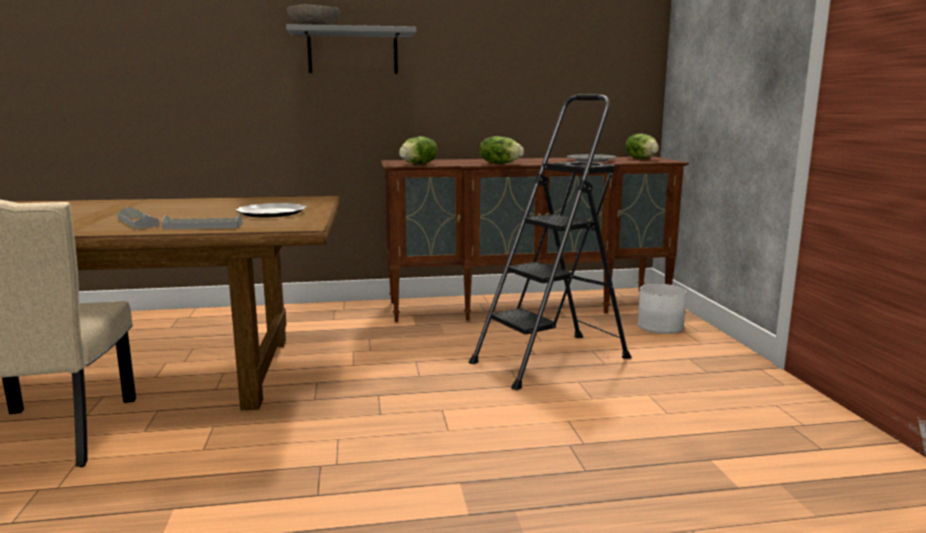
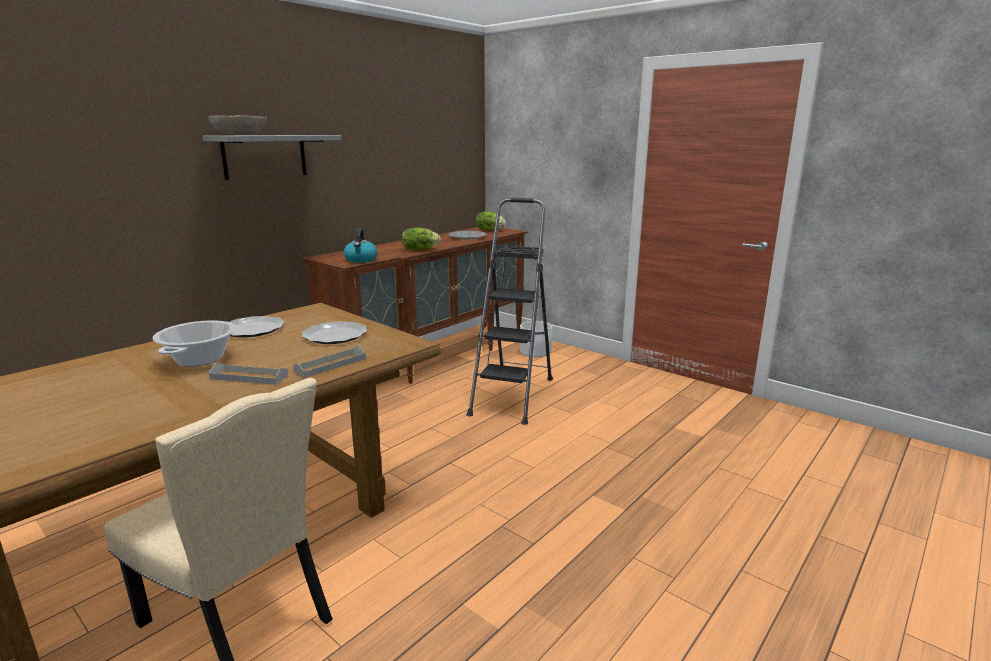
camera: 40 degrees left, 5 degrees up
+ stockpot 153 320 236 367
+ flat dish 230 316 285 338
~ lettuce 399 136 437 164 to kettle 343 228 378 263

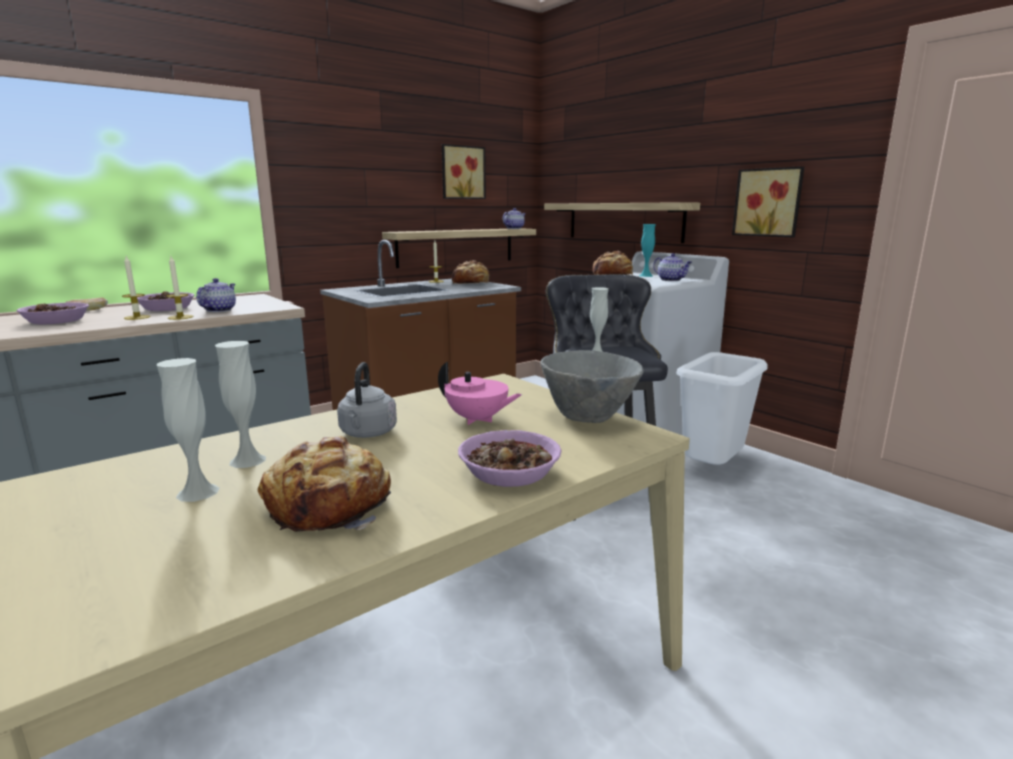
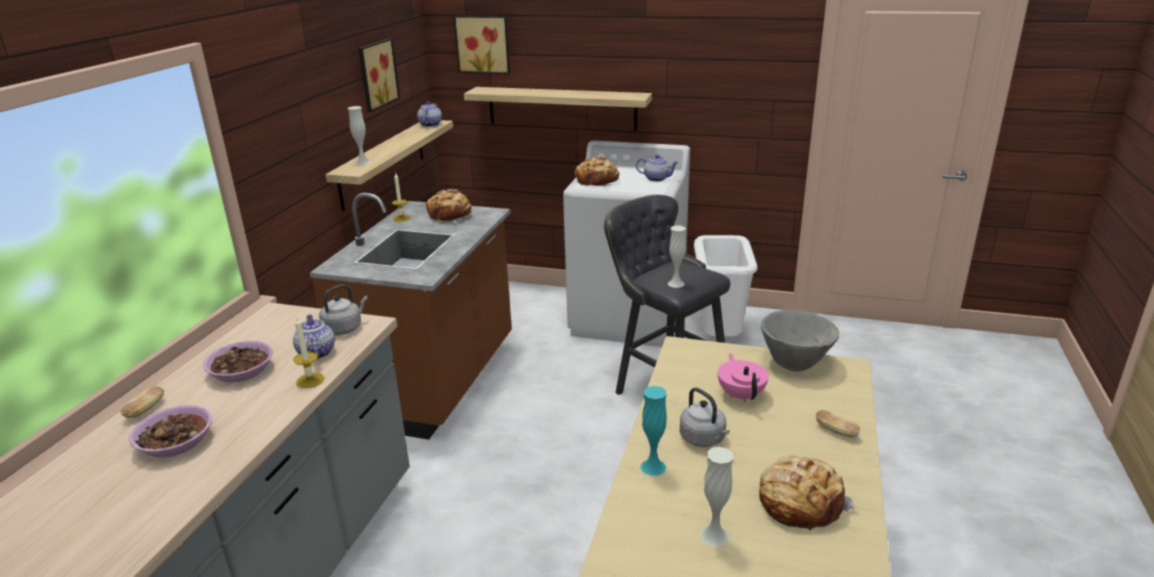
camera: 35 degrees left, 10 degrees up
+ kettle in grey 319 284 368 335
~ flower vase in whitish 215 341 266 468 to 347 106 371 165
~ wall picture 732 166 804 237 to 453 15 510 74
~ flower vase in blue-green 639 224 656 277 to 640 386 667 476
~ teapot in pink 438 362 522 425 = 718 353 769 402 90 degrees counterclockwise
~ deep dish 458 430 562 487 to baked bread 816 410 860 437
- wax light 122 256 151 320

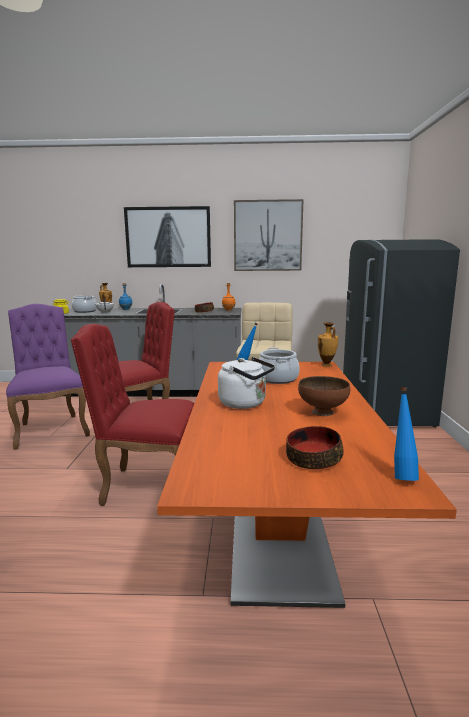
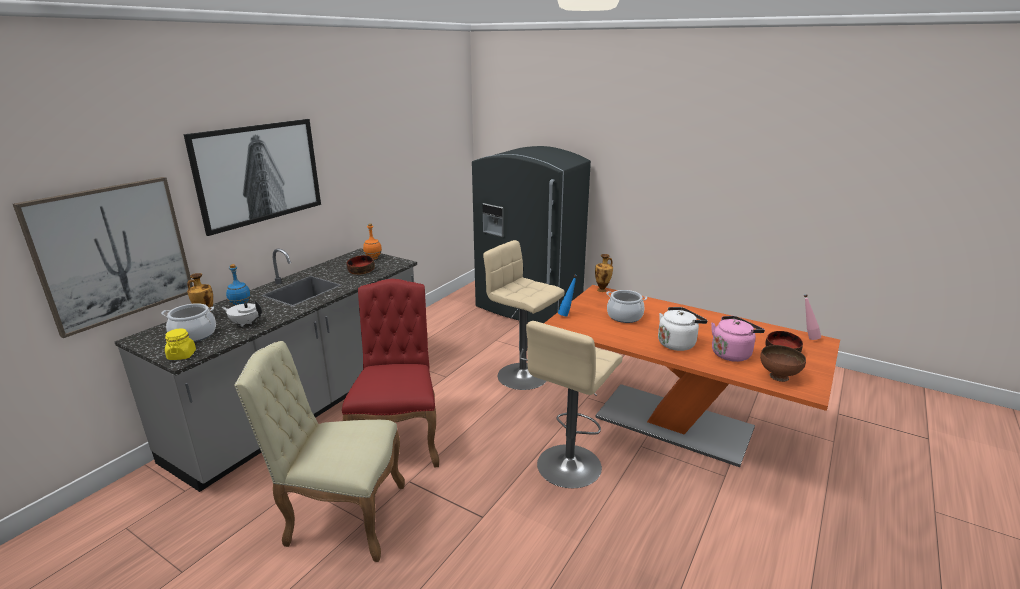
camera: 60 degrees left, 10 degrees up
~ wall picture 234 199 303 271 to 13 177 193 338
~ plain chair in purplish 6 304 90 450 to plain chair in beige 234 341 405 562
~ plain chair in red 71 324 194 506 to stool in beige 526 321 622 488
+ kettle in pink 711 316 765 362
~ deep dish in brown-coloured 298 376 350 416 to 760 345 806 382
~ beverage bottle in bluish 394 387 419 481 to beverage bottle in pink 804 294 821 340

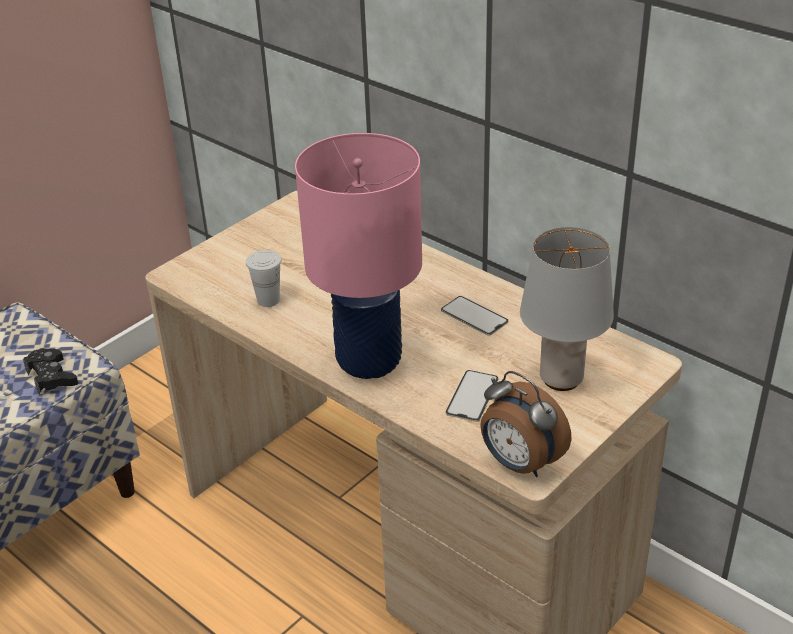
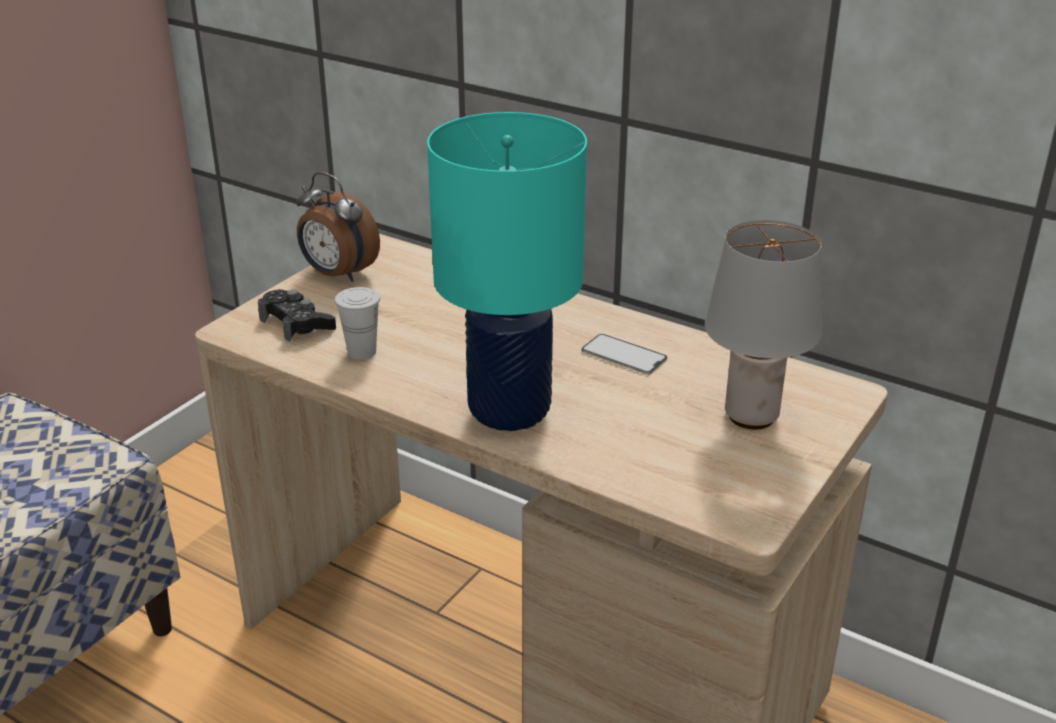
camera: 10 degrees left, 5 degrees down
~ joypad in black 23 348 78 395 to 258 289 336 342
~ bedside clock 480 371 572 477 to 297 172 380 282
~ lamp for a table in pink 295 133 422 379 to lamp for a table in blue-green 427 112 587 431
- handset 446 370 498 422

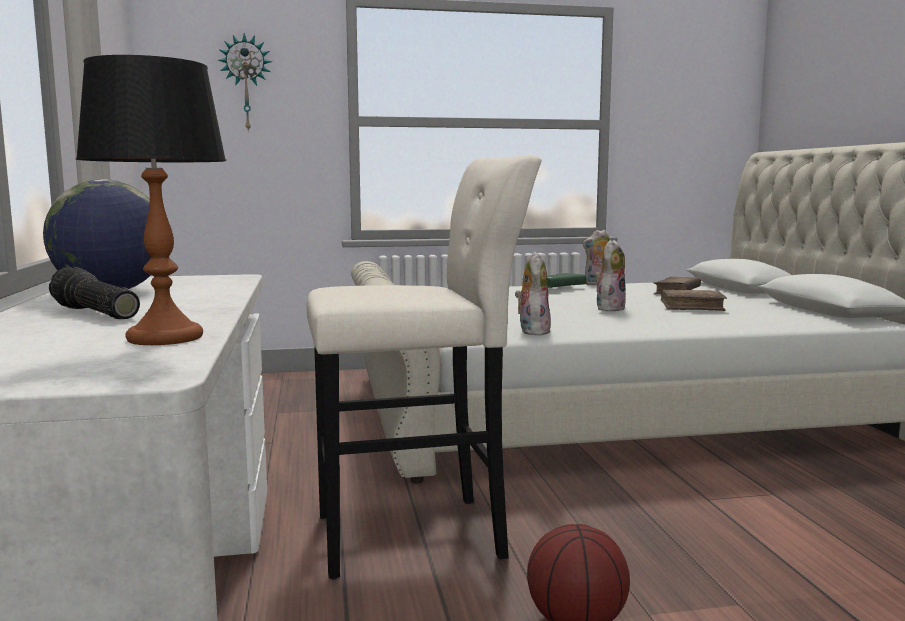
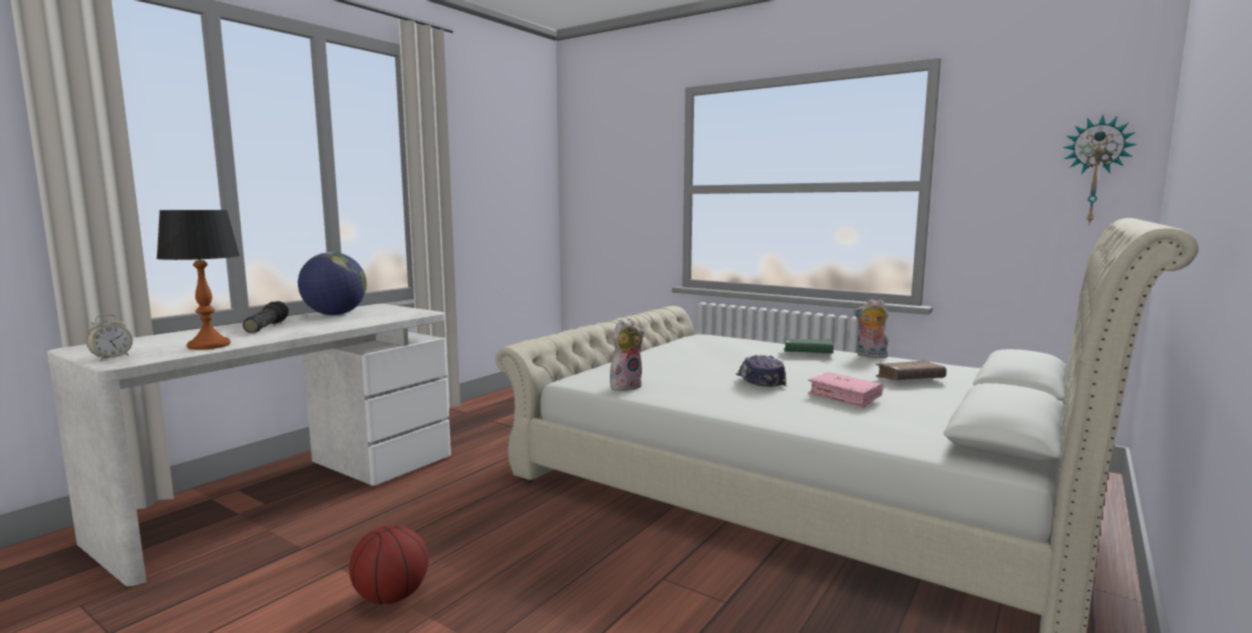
camera: 45 degrees right, 0 degrees up
+ bedside clock 87 314 133 361
~ soft toy 595 240 626 311 to peaked cap 736 355 786 387
~ volume in brown-coloured 661 290 727 311 to volume in pink 808 372 883 408
~ clock on the wall 218 33 272 132 to 1063 115 1137 225
- stool in beige 307 155 542 579

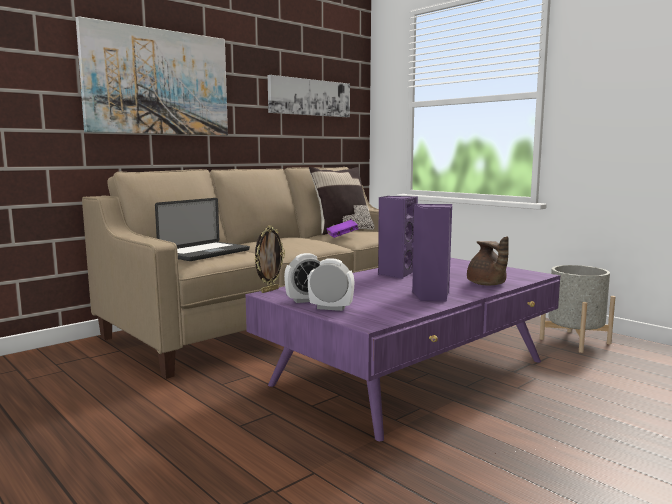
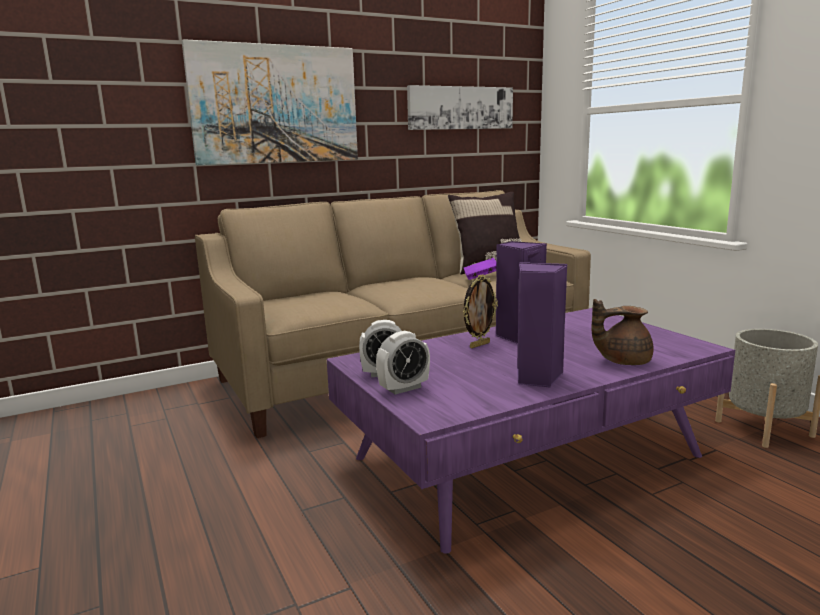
camera: 15 degrees right, 5 degrees up
~ bedside clock 308 258 354 311 = 376 331 430 395 120 degrees clockwise
~ standing frame 254 226 285 293 to 463 274 498 348
~ teapot in brown-coloured 467 236 509 285 = 591 299 654 365 90 degrees clockwise
- notebook computer 155 198 250 261

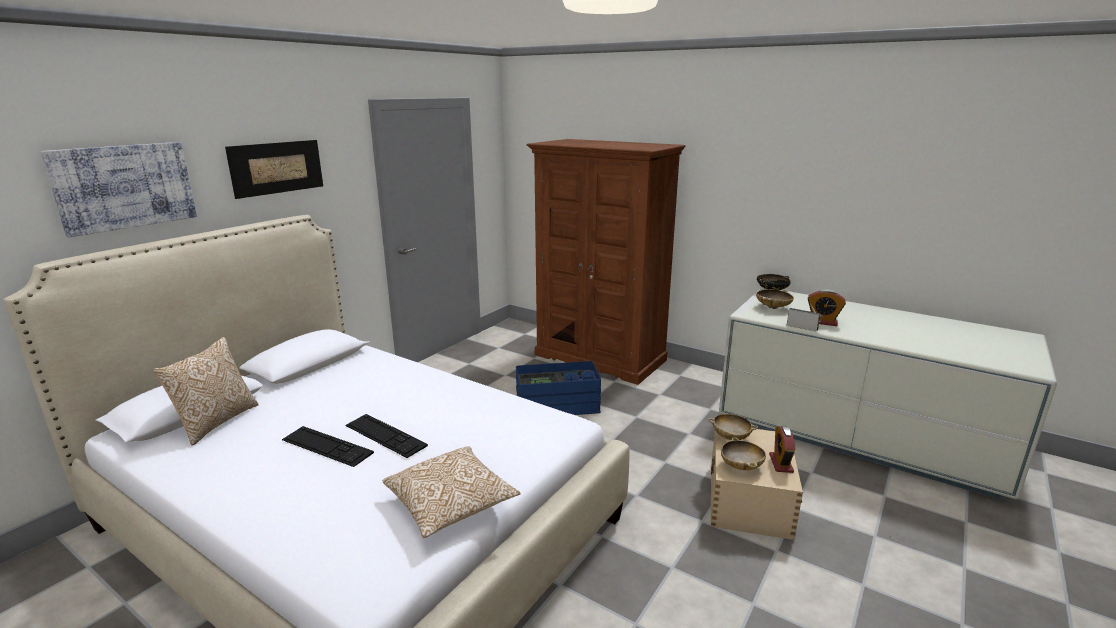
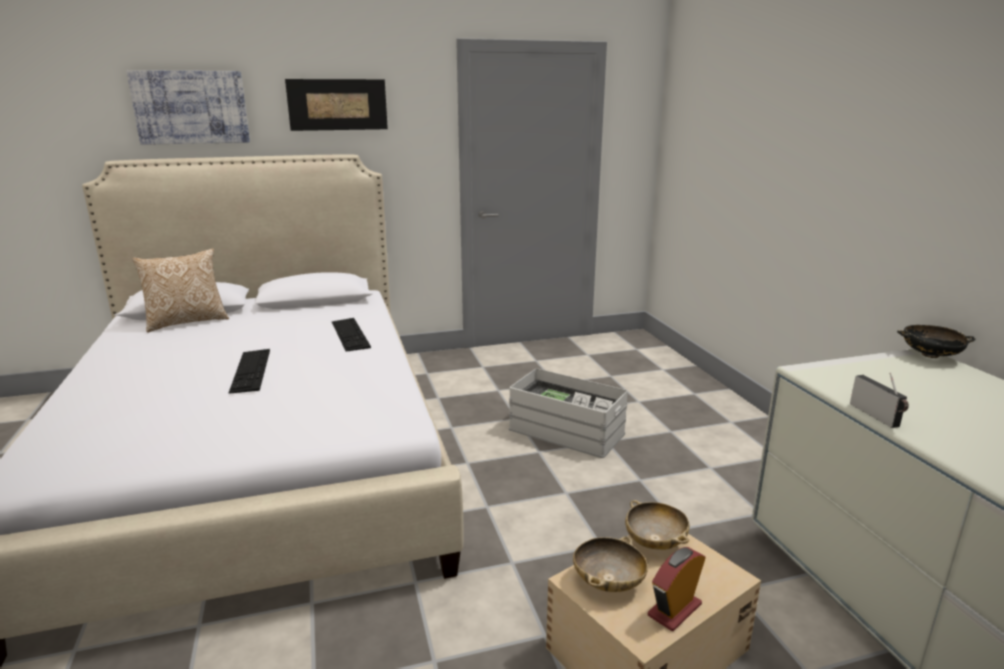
camera: 40 degrees right, 0 degrees up
~ computer keyboard 282 426 374 467 to 332 318 371 352
~ storage box in bluish 516 361 601 415 to storage box in grey 509 368 628 458
- pillow 383 446 521 538
- armoire in brown-coloured 526 139 686 385
- deep dish in beige 756 289 794 309
- bedside clock 808 289 846 326

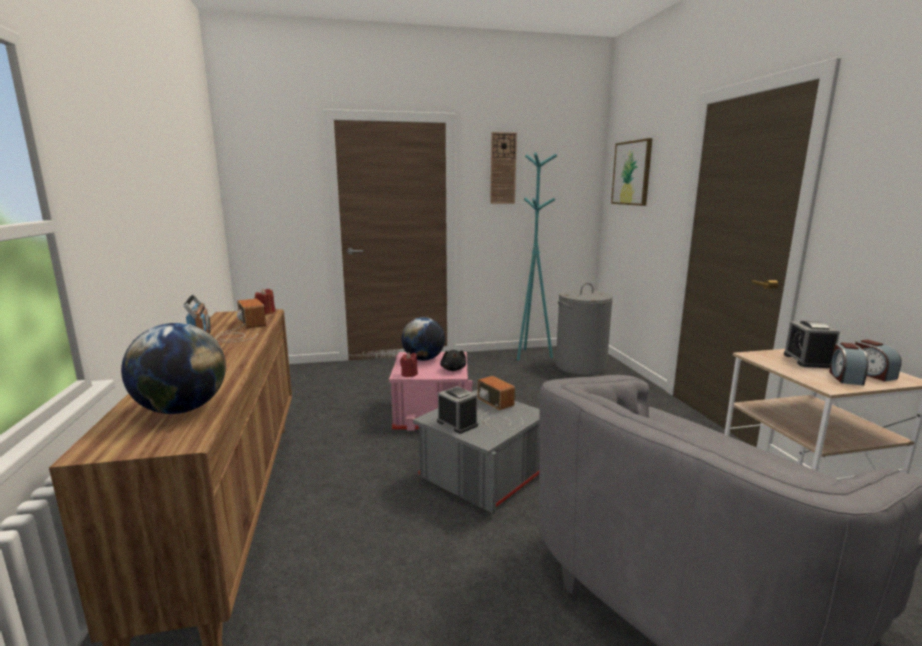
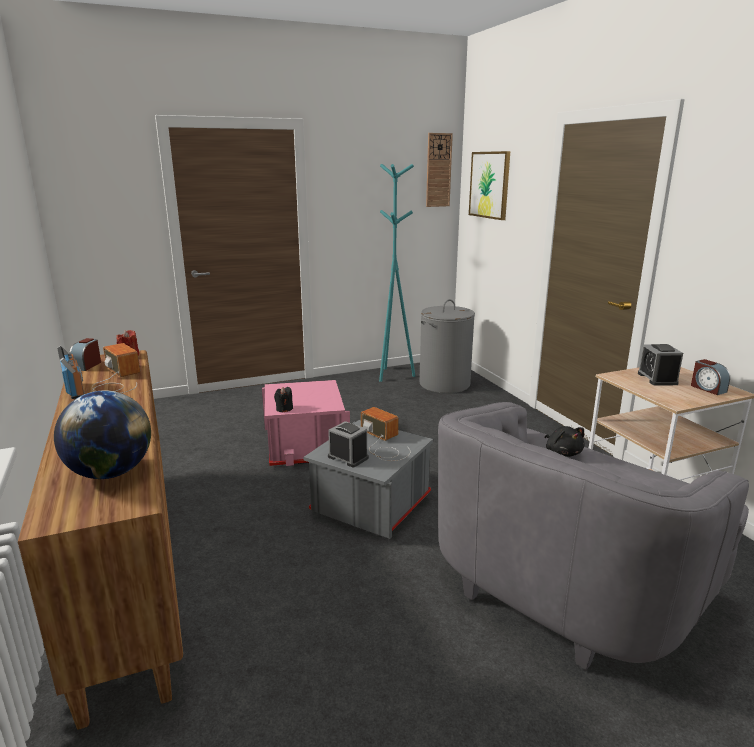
camera: 10 degrees left, 5 degrees up
~ bedside clock 829 343 869 386 to 69 338 101 371
~ wax light in red 400 352 418 377 to wax light in black 274 387 293 413
~ clock on the wall 490 132 517 204 to 426 133 453 207
~ soft toy in black 440 350 466 371 to 545 426 585 457
- desk globe 401 317 445 361

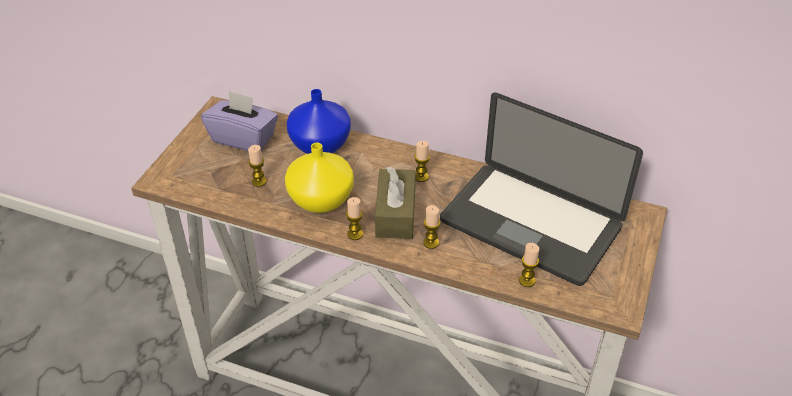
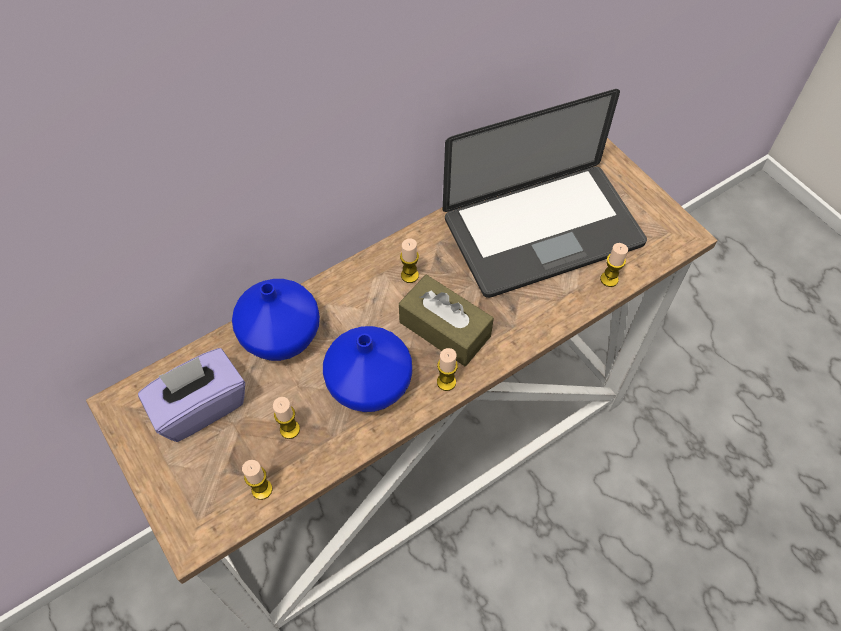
camera: 55 degrees left, 15 degrees up
~ wax light 423 205 440 249 to 242 460 273 500
~ flower vase in yellowish 285 143 354 213 to flower vase in bluish 323 326 412 412

